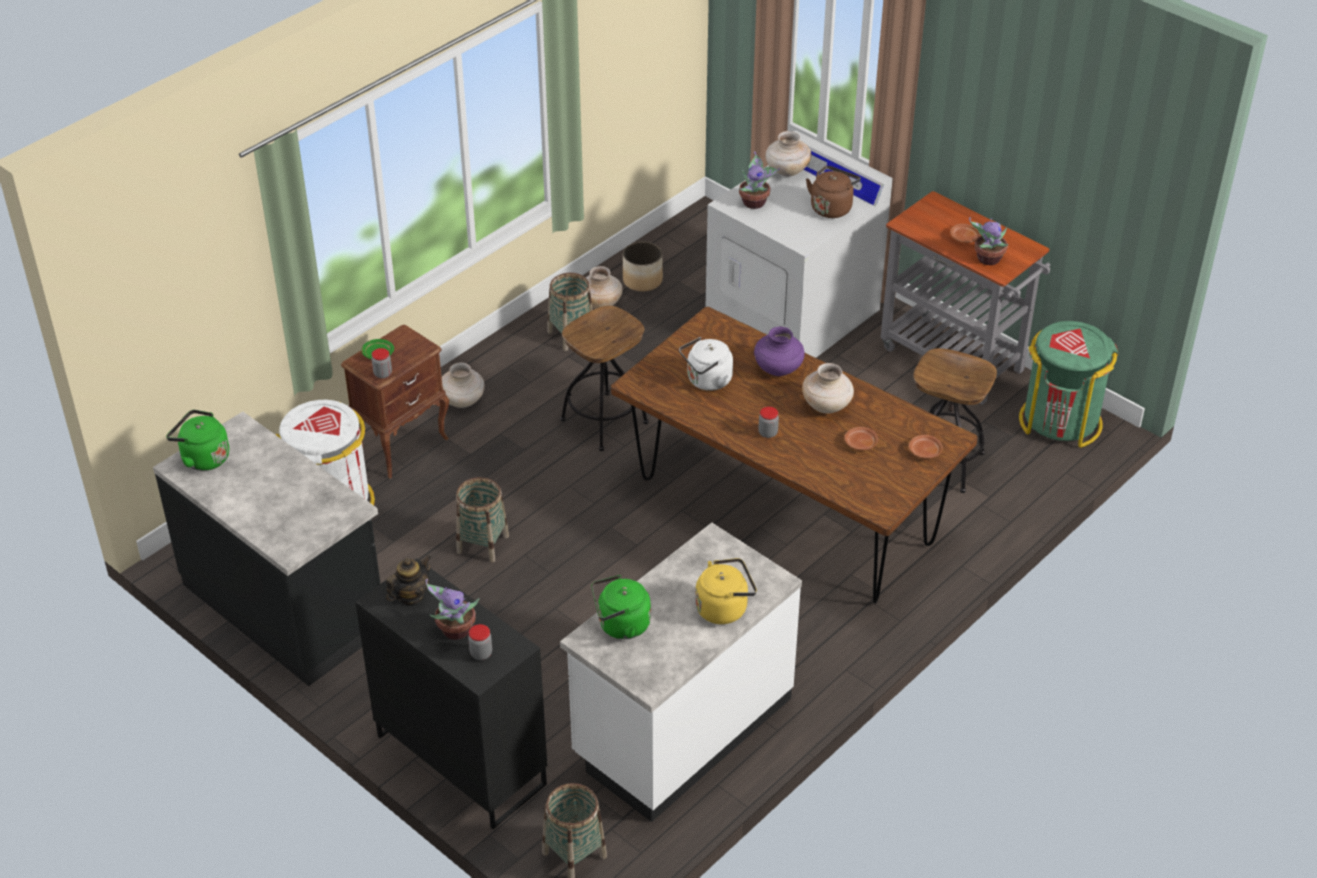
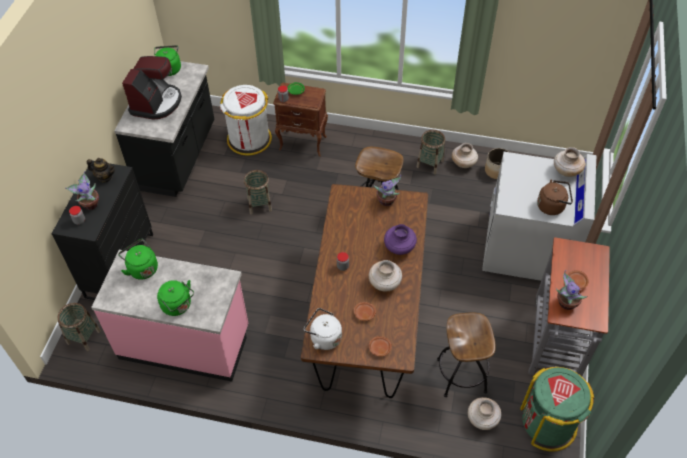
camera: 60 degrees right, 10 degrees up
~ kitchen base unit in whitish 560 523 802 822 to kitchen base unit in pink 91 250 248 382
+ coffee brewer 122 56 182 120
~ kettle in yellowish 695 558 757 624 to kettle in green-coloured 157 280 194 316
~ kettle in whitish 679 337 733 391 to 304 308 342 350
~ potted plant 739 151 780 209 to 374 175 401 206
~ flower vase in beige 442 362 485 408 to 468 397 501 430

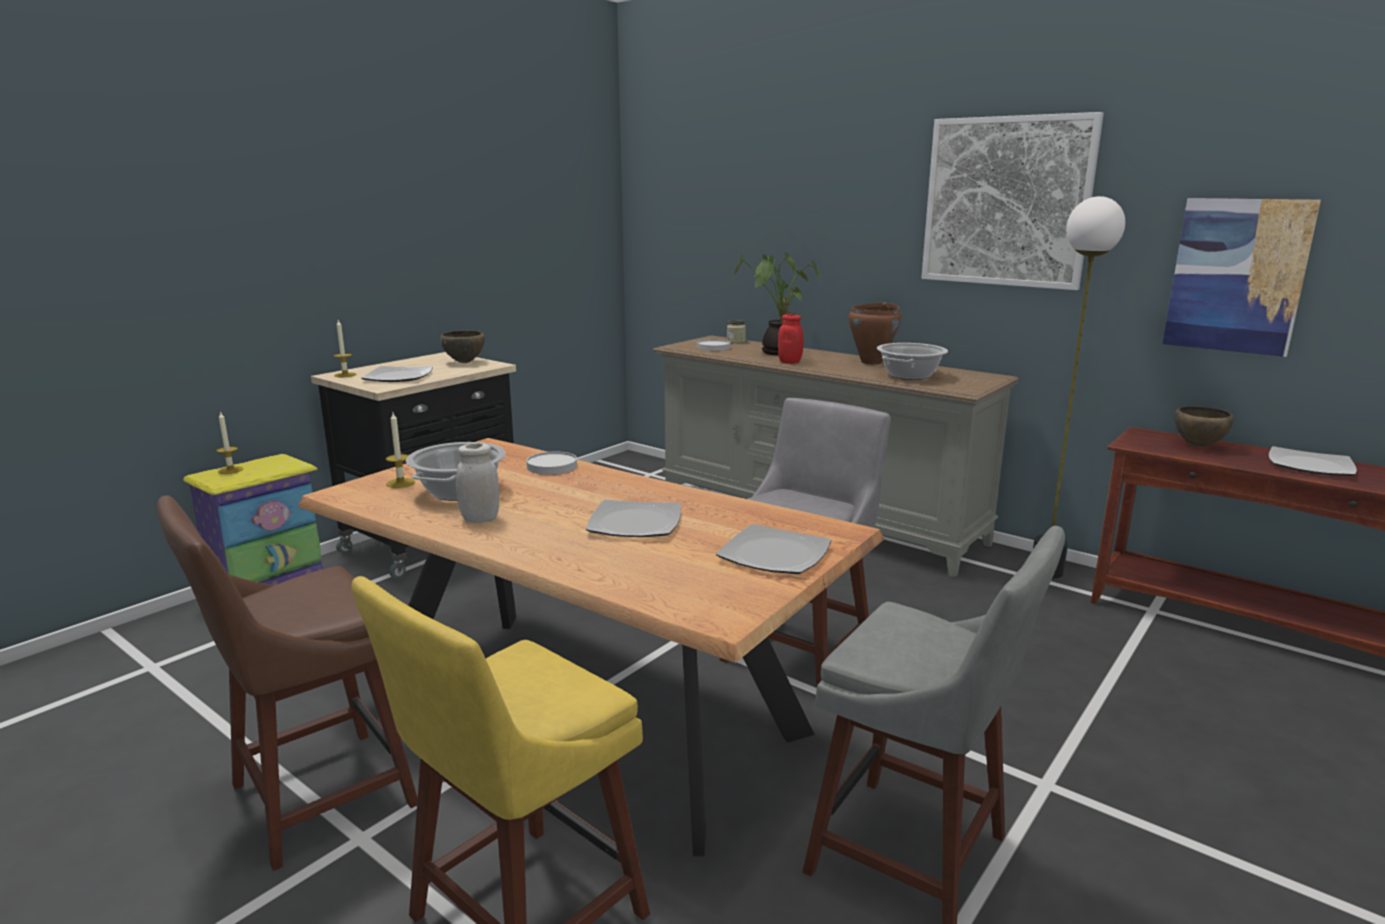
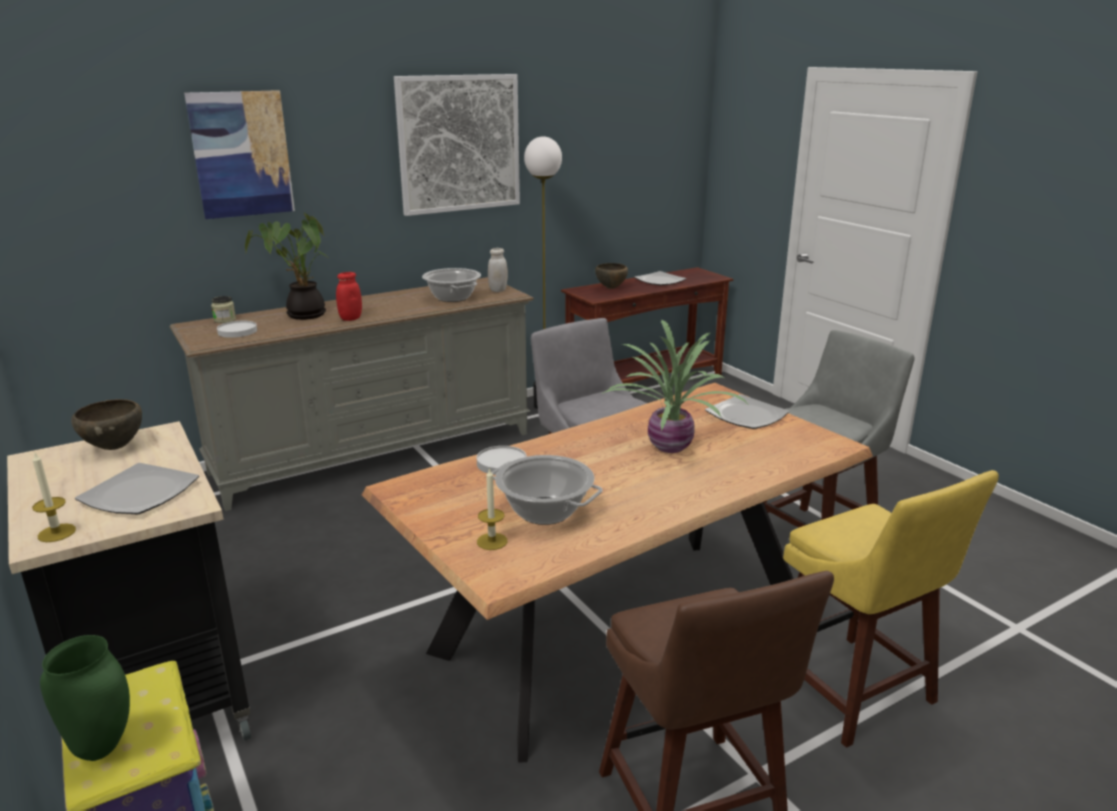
camera: 70 degrees left, 5 degrees up
~ wax light 216 411 244 474 to flower vase in green-coloured 40 635 130 761
~ wall picture 1163 198 1321 357 to 184 90 295 219
~ preserve jar in whitish 456 443 499 523 to 488 248 508 292
~ flat dish 586 500 681 537 to potted plant 603 320 749 453
- stockpot in brown-coloured 848 302 901 365

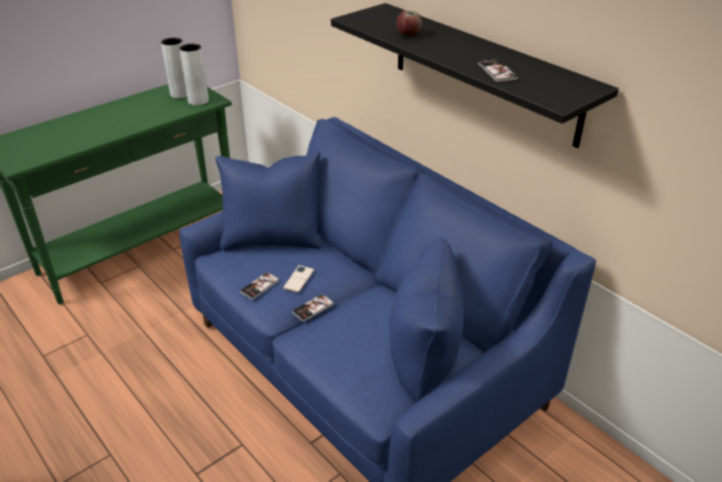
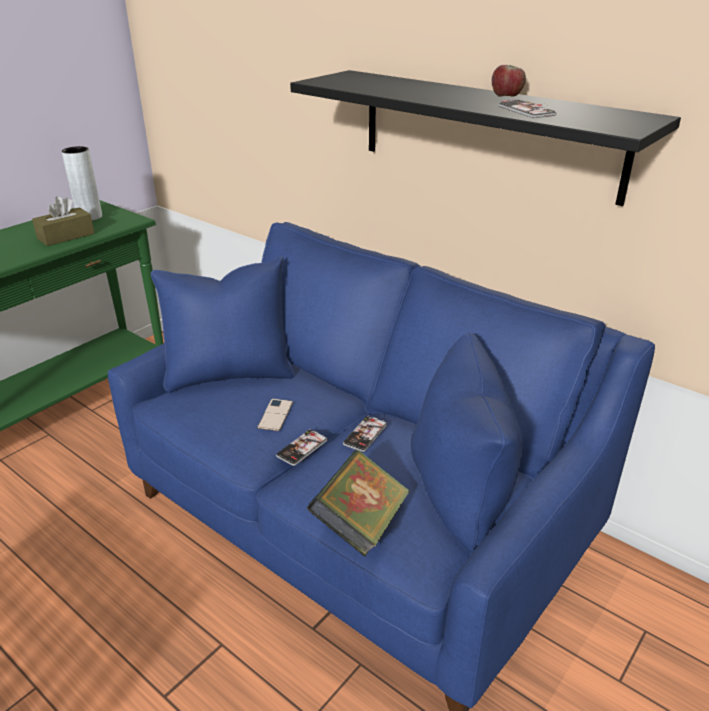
camera: 10 degrees left, 5 degrees down
+ tissue box in brown-coloured 32 196 94 246
+ volume 307 450 410 557
~ handset 240 272 279 299 to 343 415 387 452
~ apple 397 10 422 35 to 492 65 526 97
- flower vase in grey 179 44 209 106

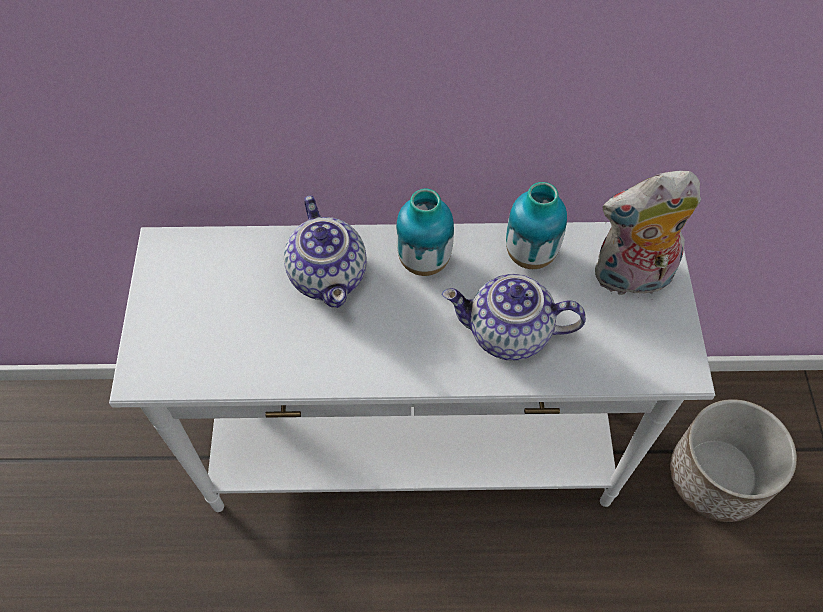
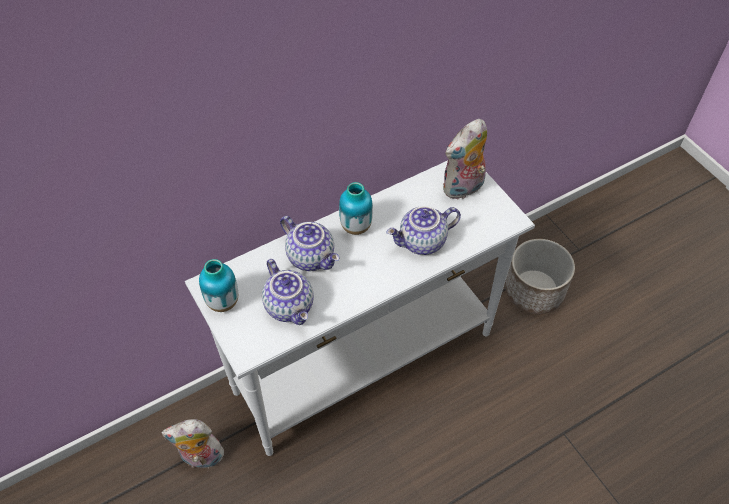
camera: 30 degrees left, 5 degrees down
+ soft toy 161 419 226 468
~ flower vase 506 182 567 269 to 199 259 238 312
+ teapot 262 259 314 325

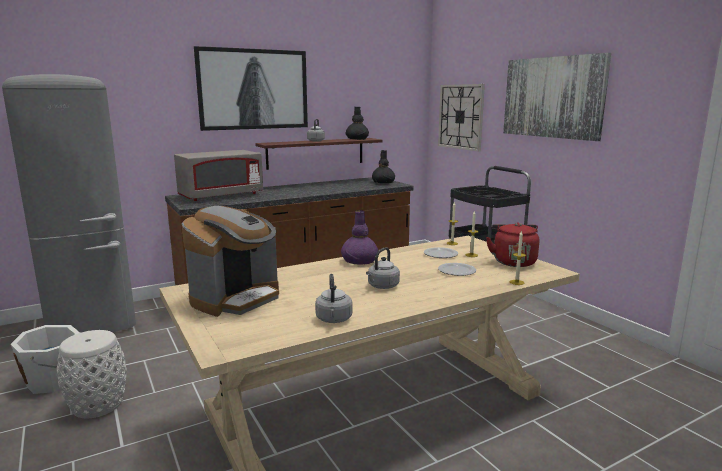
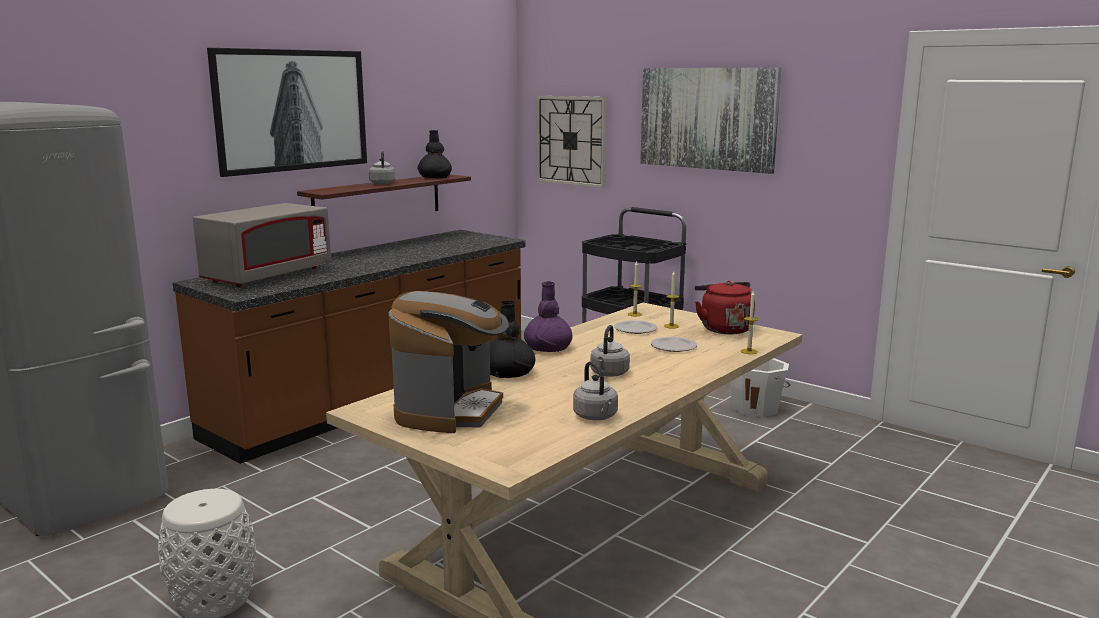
camera: 20 degrees left, 0 degrees up
~ flower vase in black 372 150 395 183 to 490 301 535 378
~ bucket in whitish 11 325 80 394 to 730 358 790 417

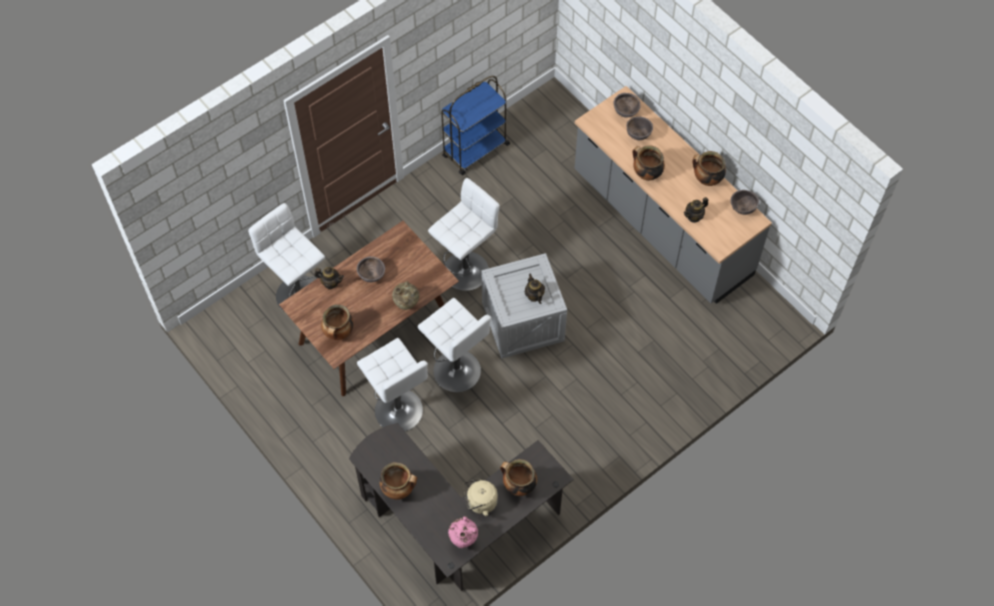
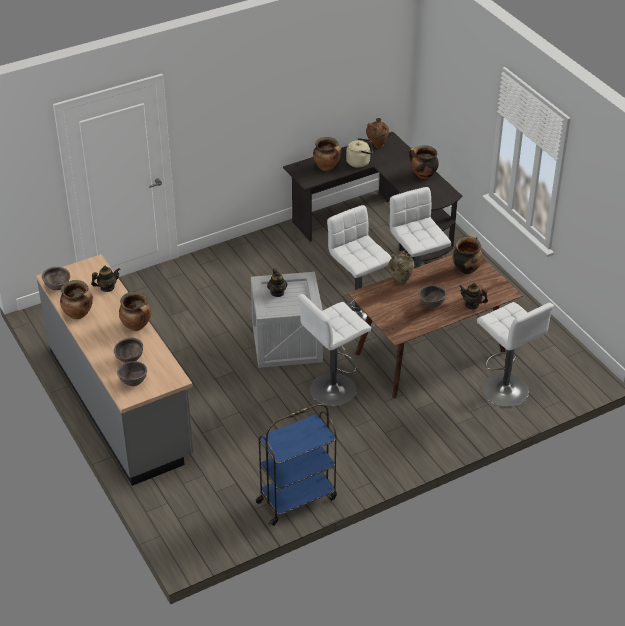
camera: 170 degrees left, 20 degrees down
~ flower vase in pink 448 516 478 548 to flower vase in brown-coloured 366 118 389 148

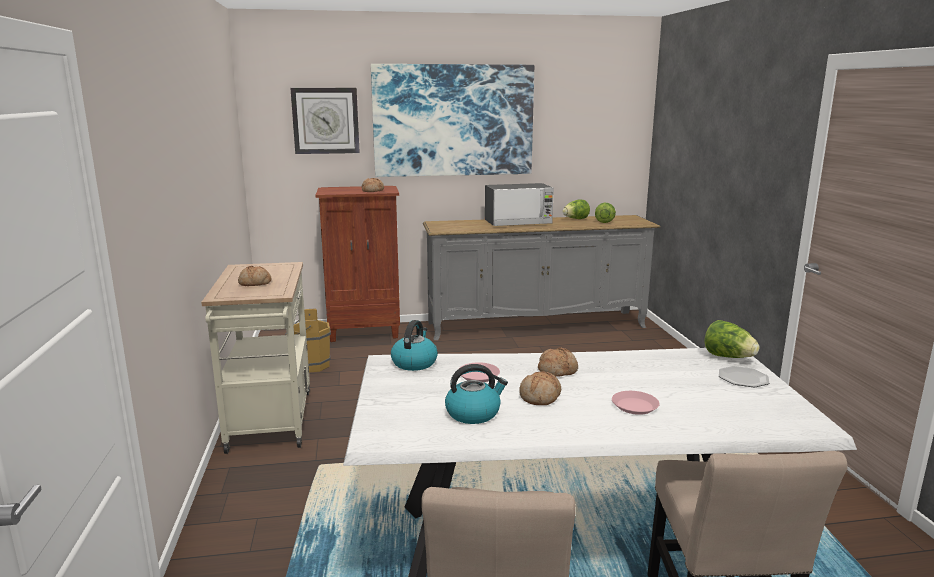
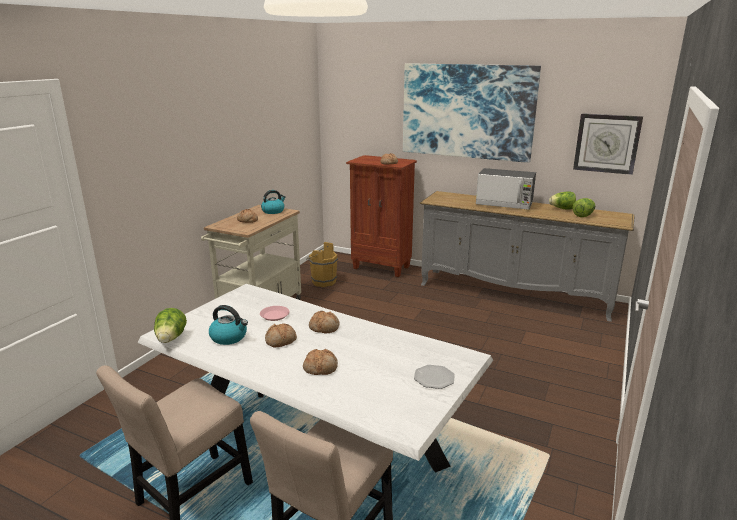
camera: 35 degrees right, 5 degrees up
~ lettuce 705 320 760 358 to 154 308 187 343
~ kettle 391 320 438 371 to 261 190 286 214
~ flat dish in pink 612 391 660 415 to baked bread 303 349 338 375
~ clock on the wall 290 88 360 154 to 573 113 643 175

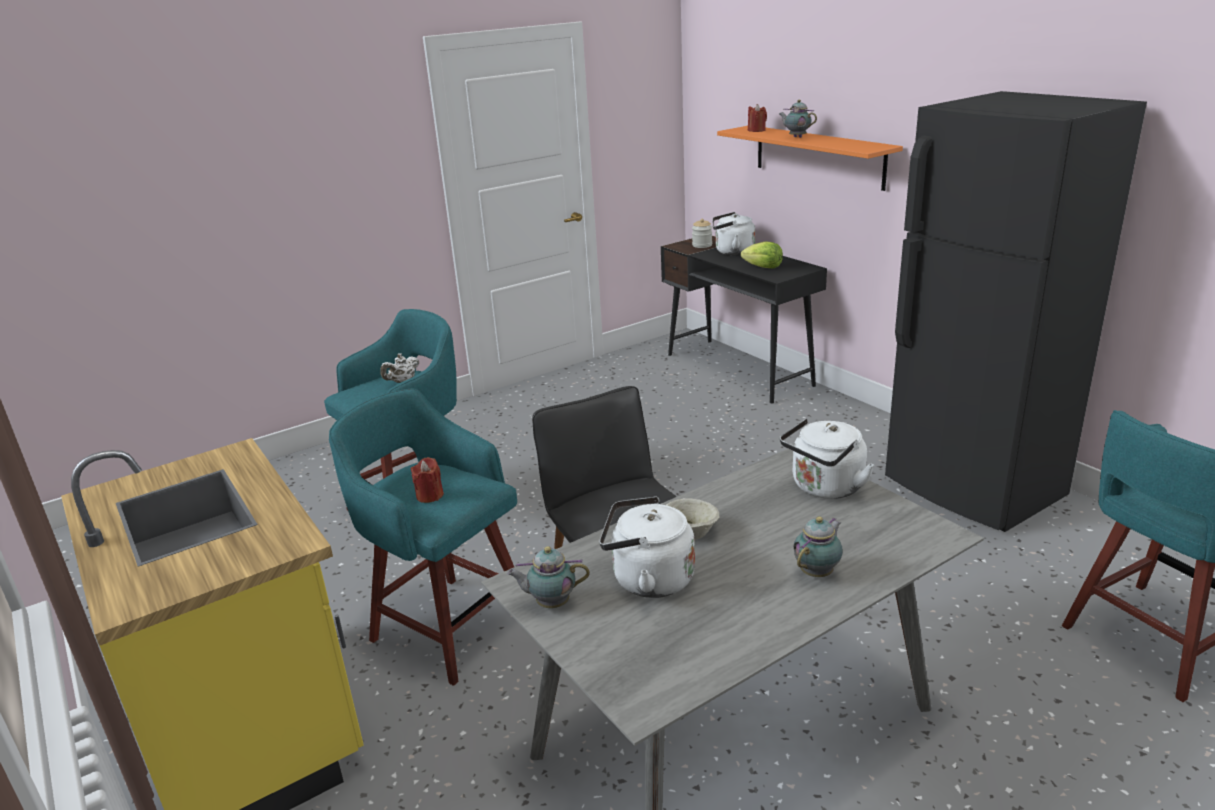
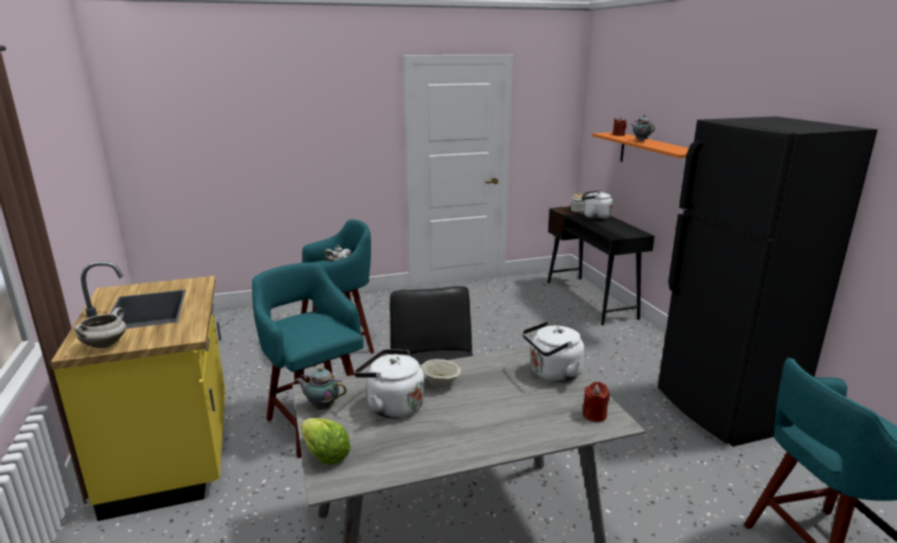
camera: 15 degrees right, 5 degrees down
+ stockpot in whitish 75 307 126 348
~ lettuce 741 242 783 268 to 301 418 351 465
~ wax light in red 411 457 444 503 to 583 382 610 422
- teapot 793 516 843 577

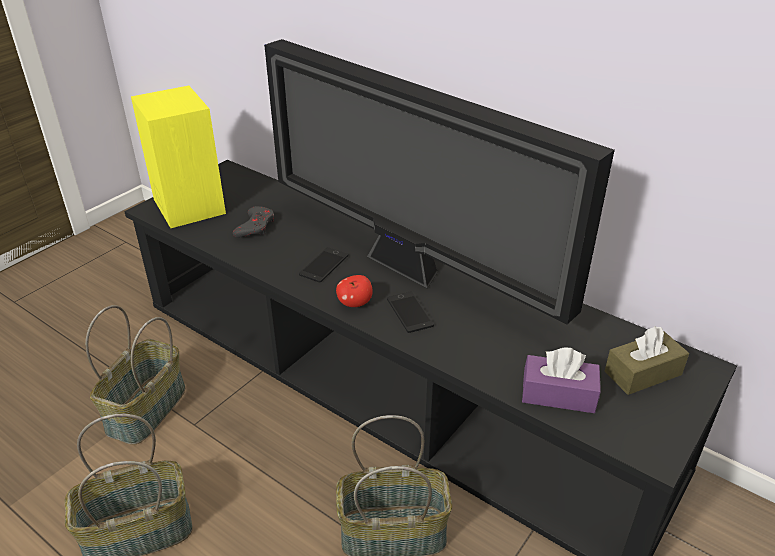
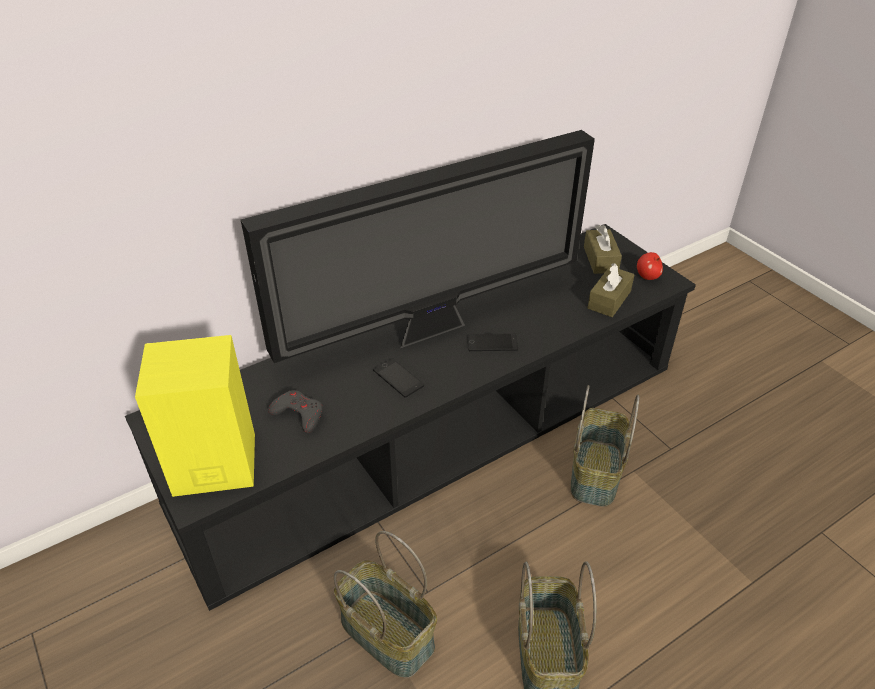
camera: 70 degrees left, 5 degrees up
~ tissue box in purplish 522 348 601 413 to tissue box in brown-coloured 588 263 634 317
~ apple 336 275 373 307 to 637 252 663 280

